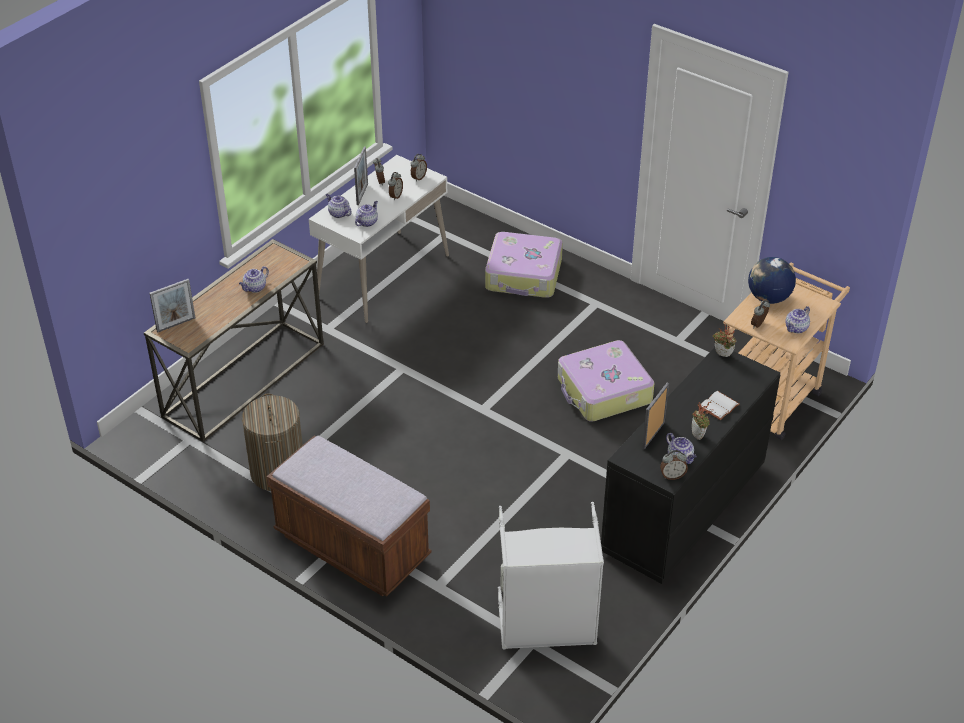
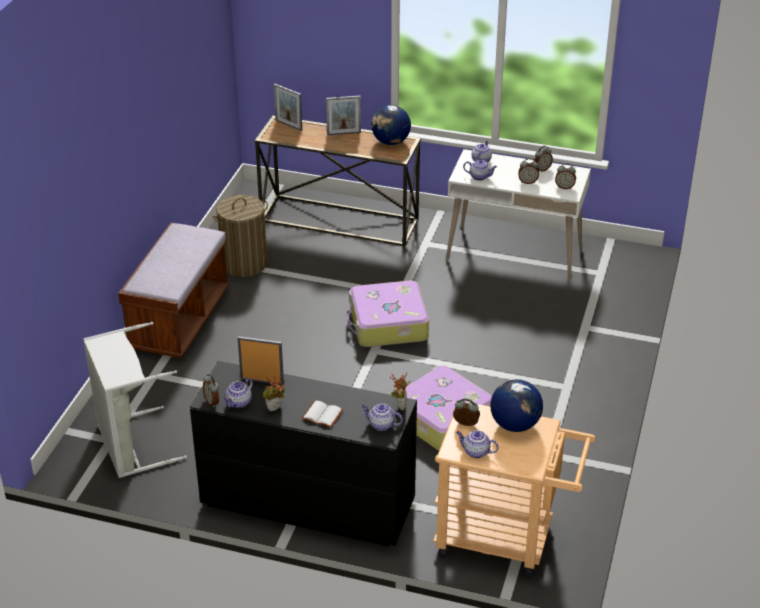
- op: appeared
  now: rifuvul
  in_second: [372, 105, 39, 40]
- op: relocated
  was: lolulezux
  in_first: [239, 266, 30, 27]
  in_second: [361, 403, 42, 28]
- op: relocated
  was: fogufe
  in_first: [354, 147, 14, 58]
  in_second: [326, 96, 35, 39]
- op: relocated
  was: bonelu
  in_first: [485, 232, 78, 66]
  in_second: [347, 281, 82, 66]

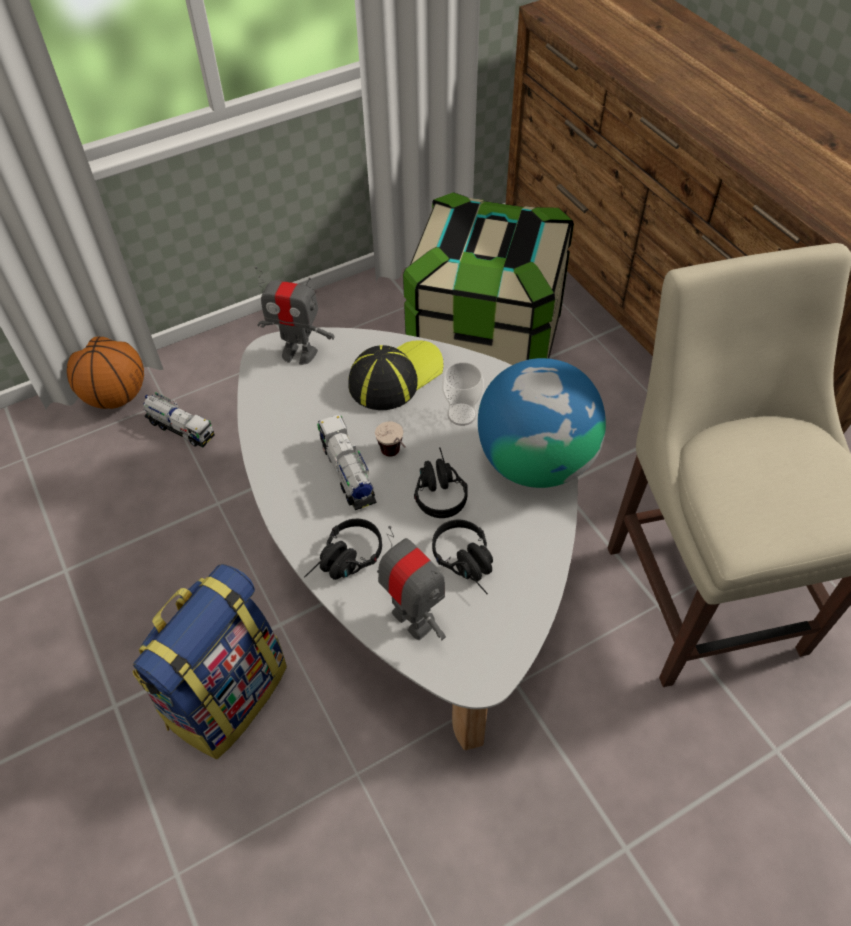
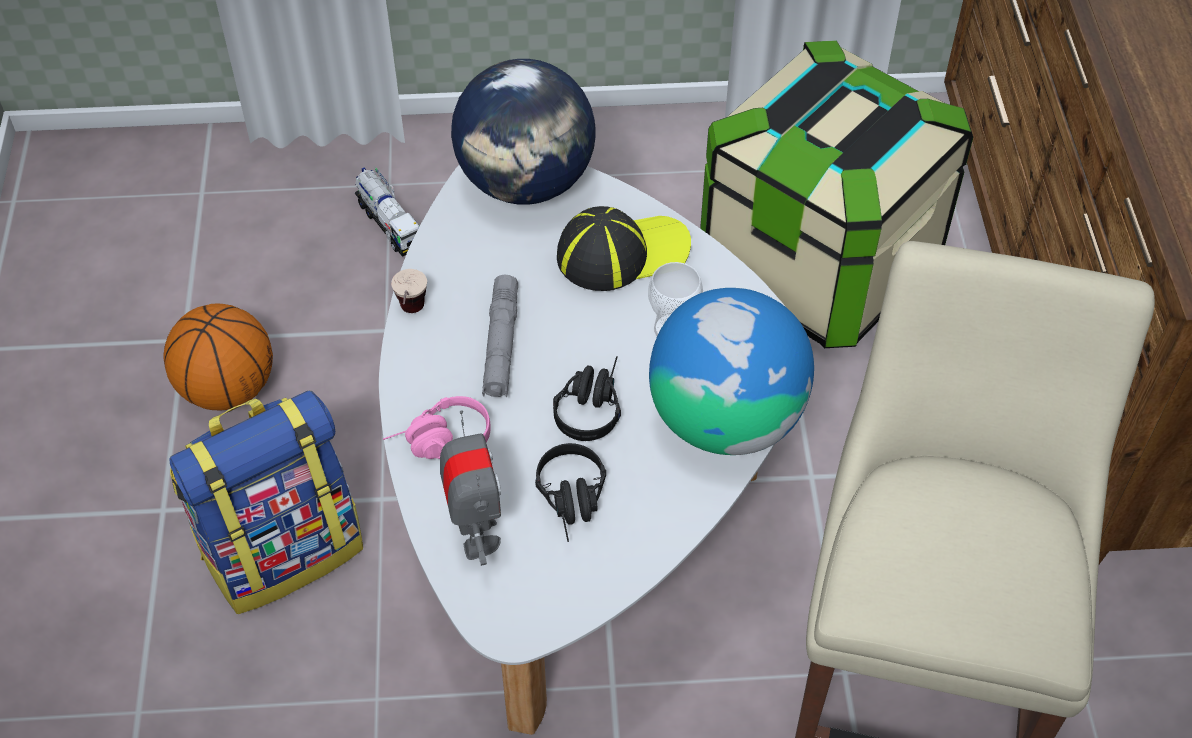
- op: relocated
  was: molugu
  in_first: [67, 337, 77, 72]
  in_second: [164, 303, 109, 107]
- op: relocated
  was: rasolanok
  in_first: [375, 421, 31, 36]
  in_second: [391, 269, 36, 44]
- op: exchanged
  was: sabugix
  now: rifuvul
  in_first: [255, 266, 80, 99]
  in_second: [451, 59, 145, 146]
- op: exchanged
  was: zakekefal
  now: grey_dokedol
  in_first: [317, 415, 60, 95]
  in_second: [482, 275, 36, 122]
- op: colour
  was: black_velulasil
  now: pink_velulasil
  in_first: [304, 519, 78, 61]
  in_second: [383, 396, 108, 63]

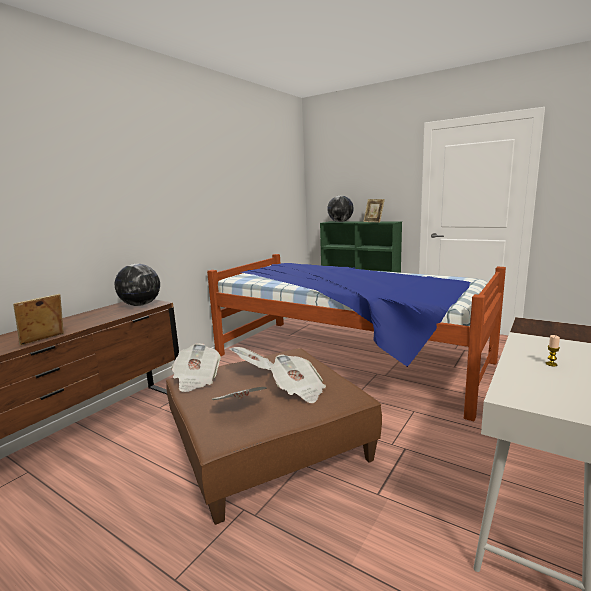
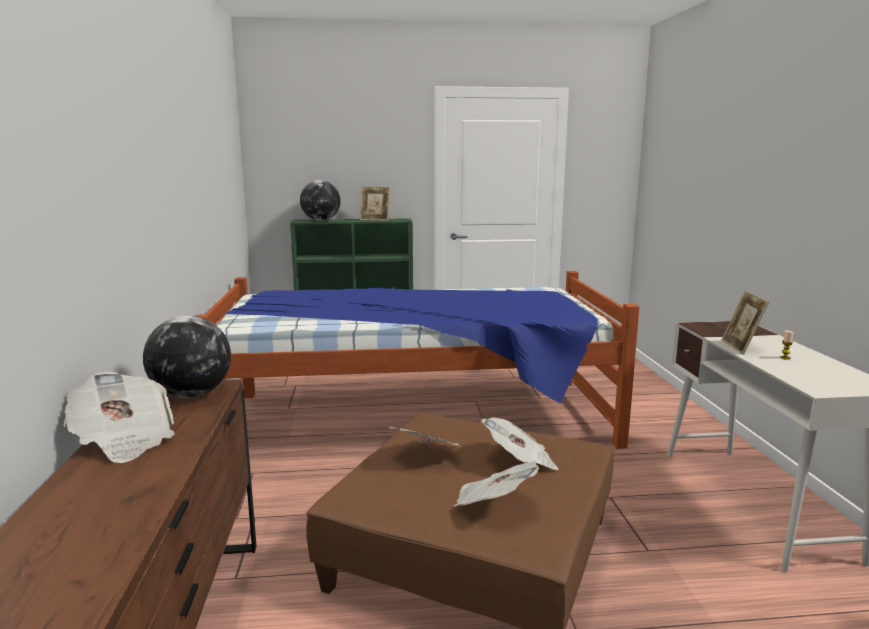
- op: relocated
  was: fogufe
  in_first: [13, 294, 51, 51]
  in_second: [722, 290, 47, 65]
- op: relocated
  was: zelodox
  in_first: [171, 343, 50, 49]
  in_second: [64, 371, 111, 92]

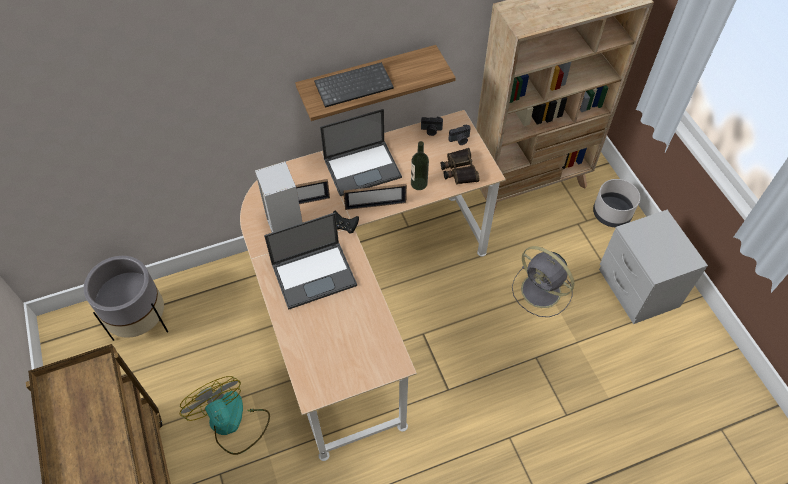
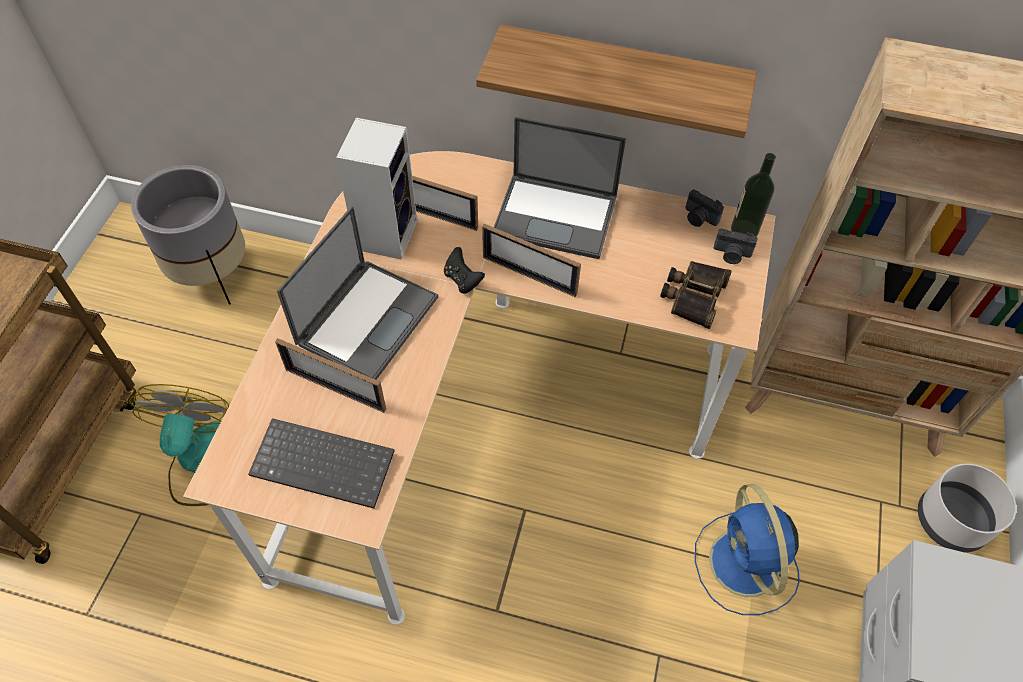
- op: appeared
  now: fogufe
  in_second: [275, 338, 111, 75]
- op: relocated
  was: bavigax
  in_first: [314, 62, 80, 46]
  in_second: [248, 418, 147, 90]
- op: relocated
  was: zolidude
  in_first: [411, 141, 18, 49]
  in_second: [731, 153, 45, 84]
- op: colour
  was: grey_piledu
  now: blue_piledu
  in_first: [512, 246, 62, 71]
  in_second: [695, 484, 105, 131]
- op: spun
  was: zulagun
  in_first: [264, 212, 93, 98]
  in_second: [277, 206, 161, 174]
  clockwise: -75

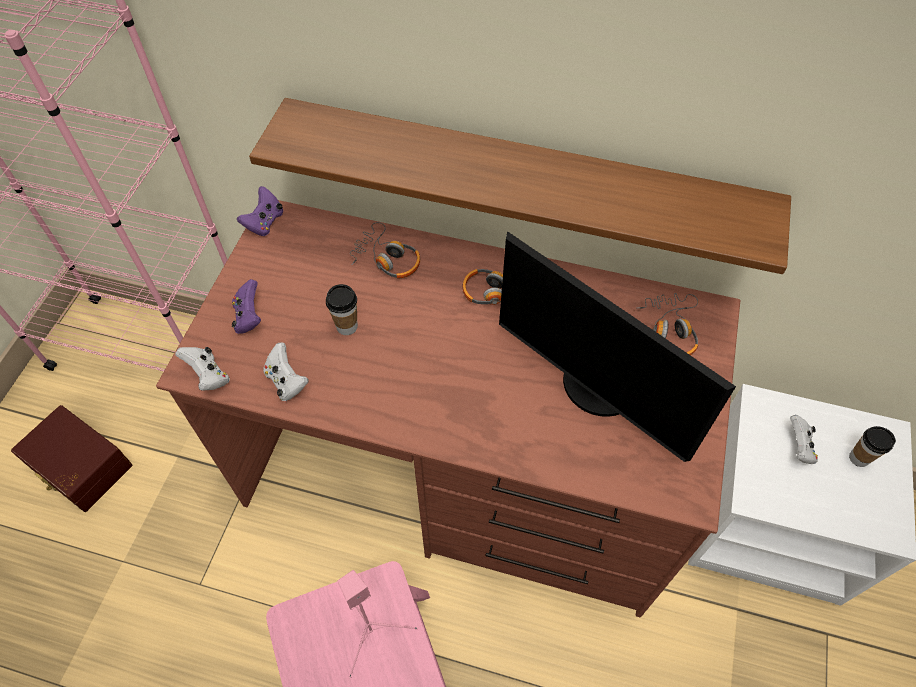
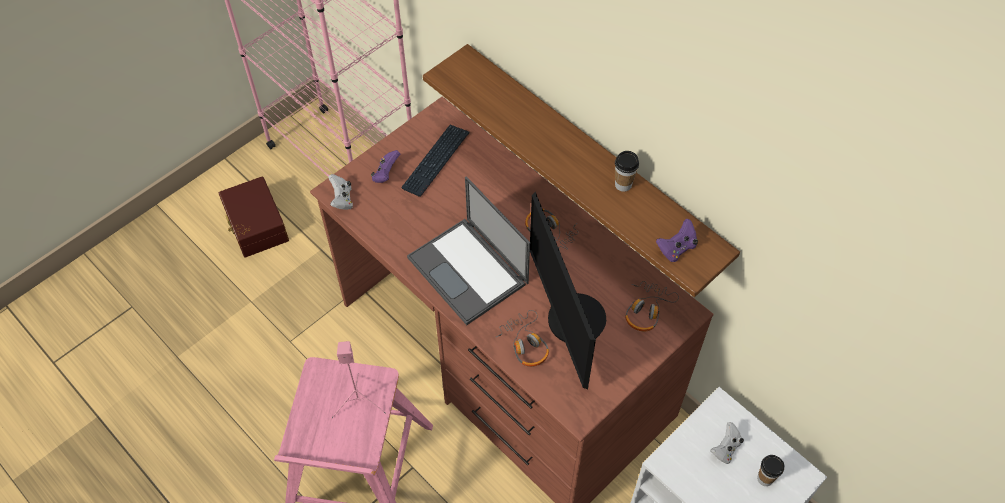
- op: missing
  was: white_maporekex
  in_first: [263, 342, 46, 59]
- op: appeared
  now: bavigax
  in_second: [401, 124, 69, 73]
- op: appeared
  now: zulagun
  in_second: [407, 176, 123, 149]
- op: relocated
  was: purple_maporekex
  in_first: [237, 186, 46, 50]
  in_second: [656, 219, 42, 43]
- op: relocated
  was: rasolanok
  in_first: [326, 284, 32, 51]
  in_second: [615, 151, 24, 41]
- op: relocated
  was: velulasil
  in_first: [350, 222, 70, 57]
  in_second: [496, 310, 53, 57]

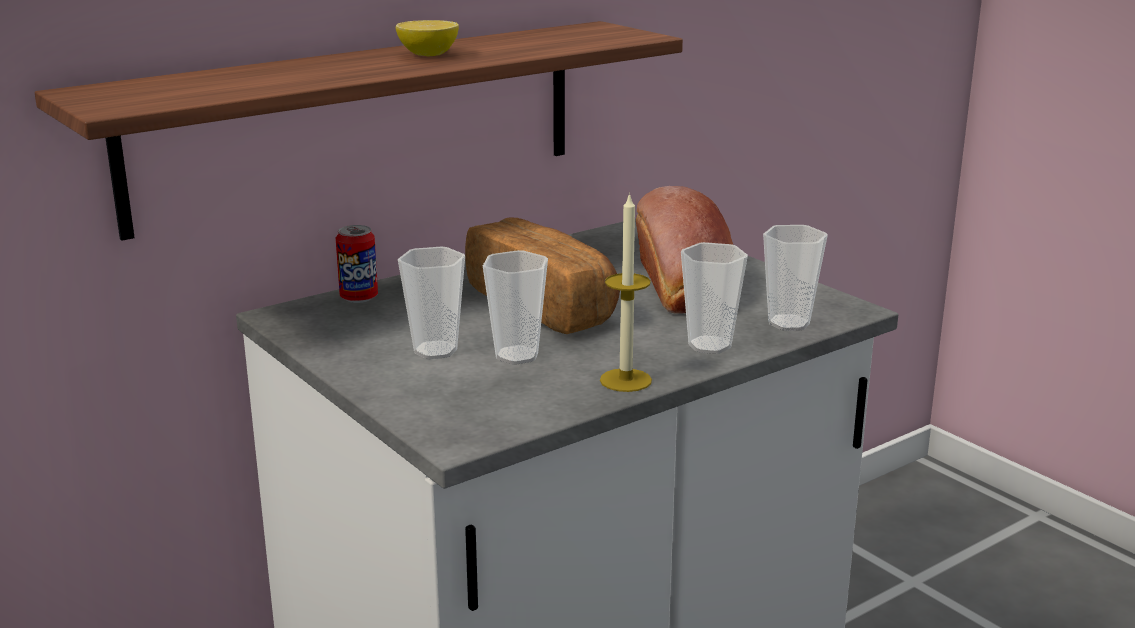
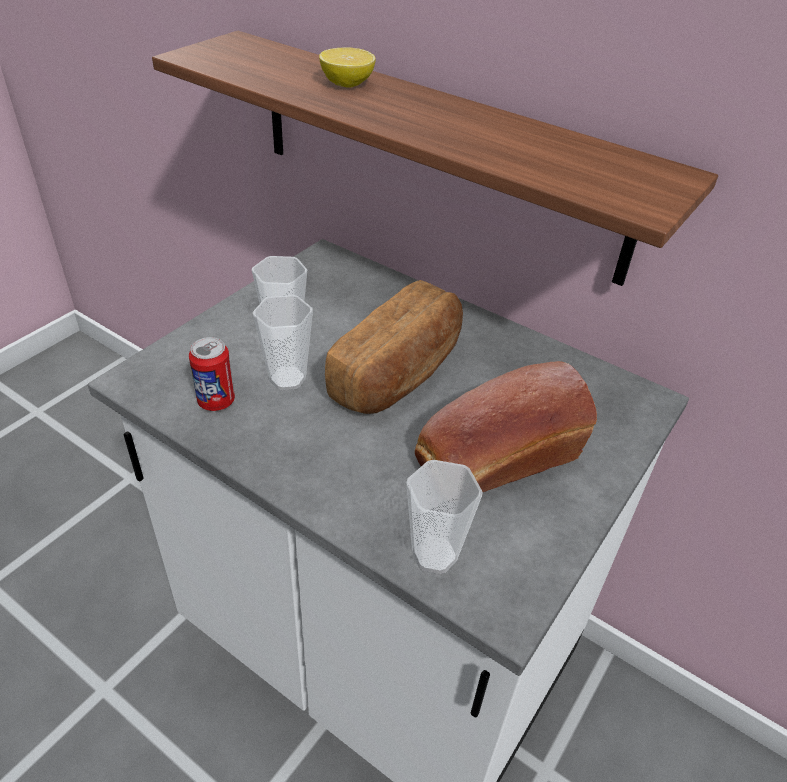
- op: missing
  was: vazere
  in_first: [600, 192, 52, 200]
- op: missing
  was: rasolanok
  in_first: [681, 242, 67, 112]
- op: relocated
  was: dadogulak
  in_first: [336, 225, 42, 78]
  in_second: [189, 337, 46, 74]
- op: relocated
  was: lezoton
  in_first: [396, 20, 63, 37]
  in_second: [319, 48, 57, 40]

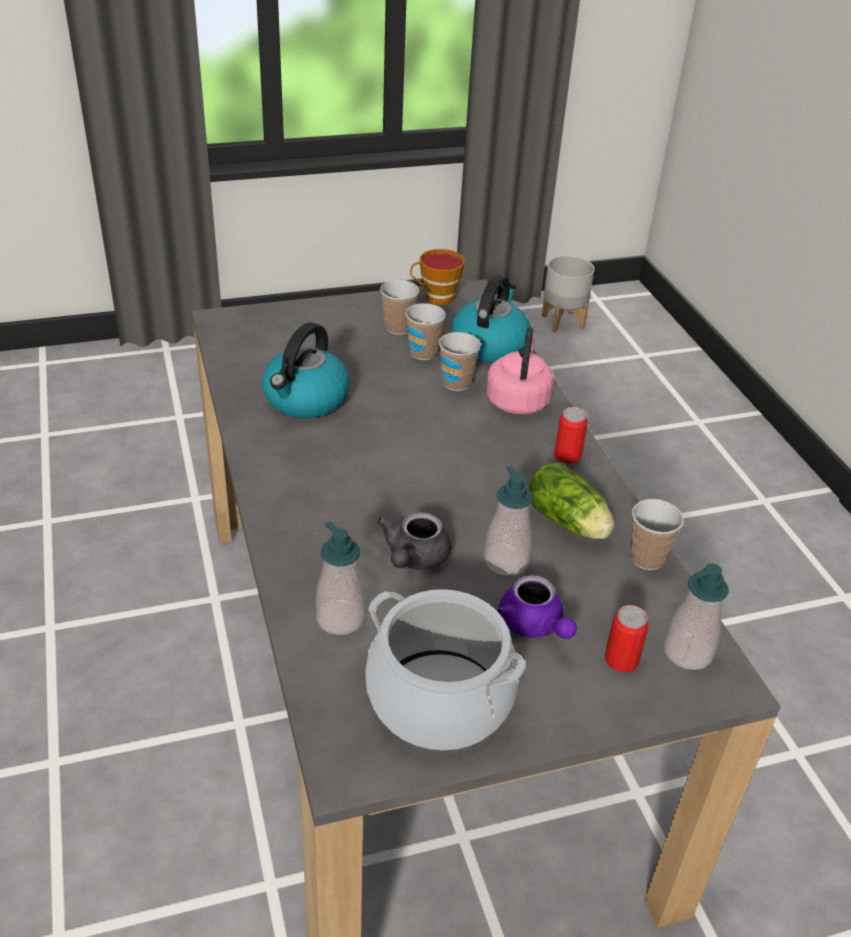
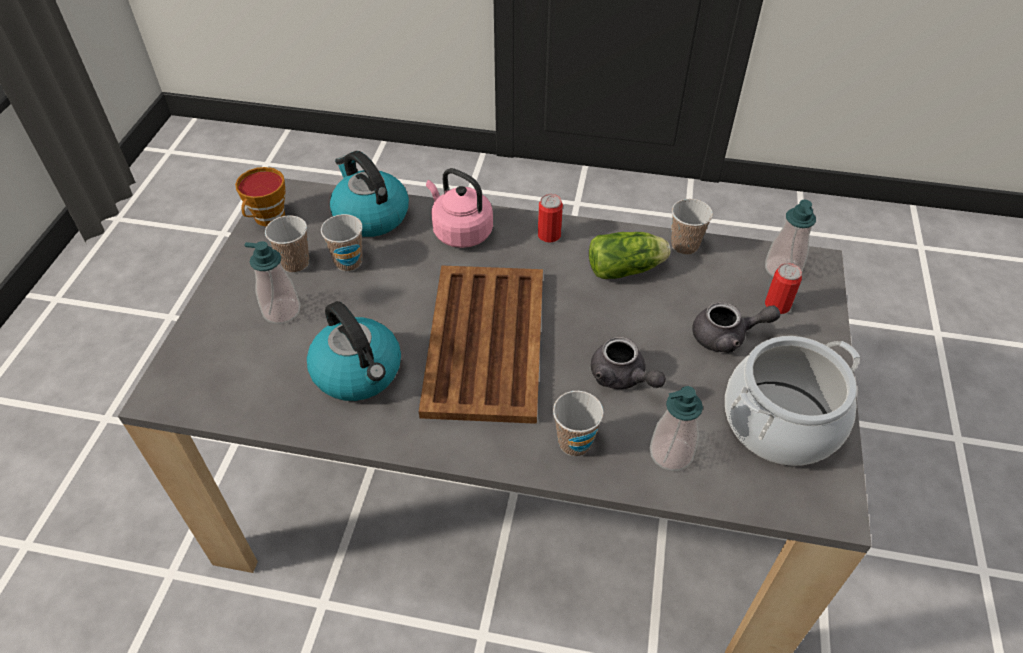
- op: missing
  was: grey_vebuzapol
  in_first: [542, 255, 52, 77]
- op: appeared
  now: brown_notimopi
  in_second: [419, 265, 124, 159]
- op: relocated
  was: rasolanok
  in_first: [439, 332, 42, 59]
  in_second: [553, 391, 51, 65]
- op: relocated
  was: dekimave
  in_first: [484, 466, 49, 110]
  in_second: [244, 241, 57, 83]
- op: colour
  was: purple_lolulezux
  now: grey_lolulezux
  in_first: [497, 575, 80, 64]
  in_second: [692, 302, 88, 51]

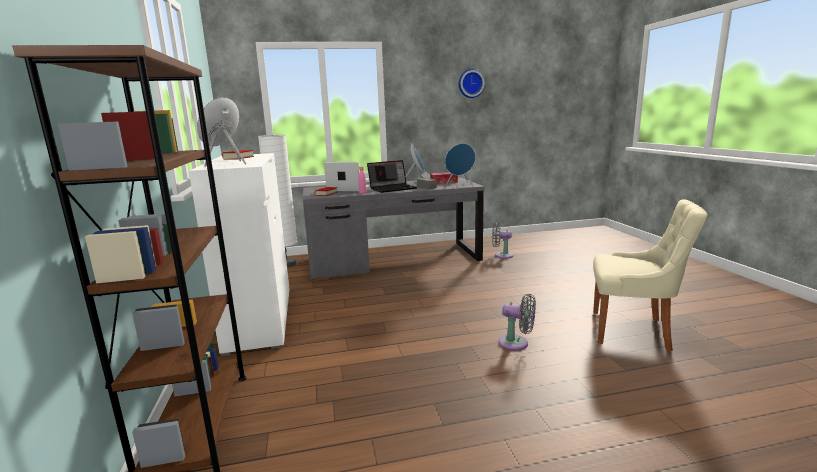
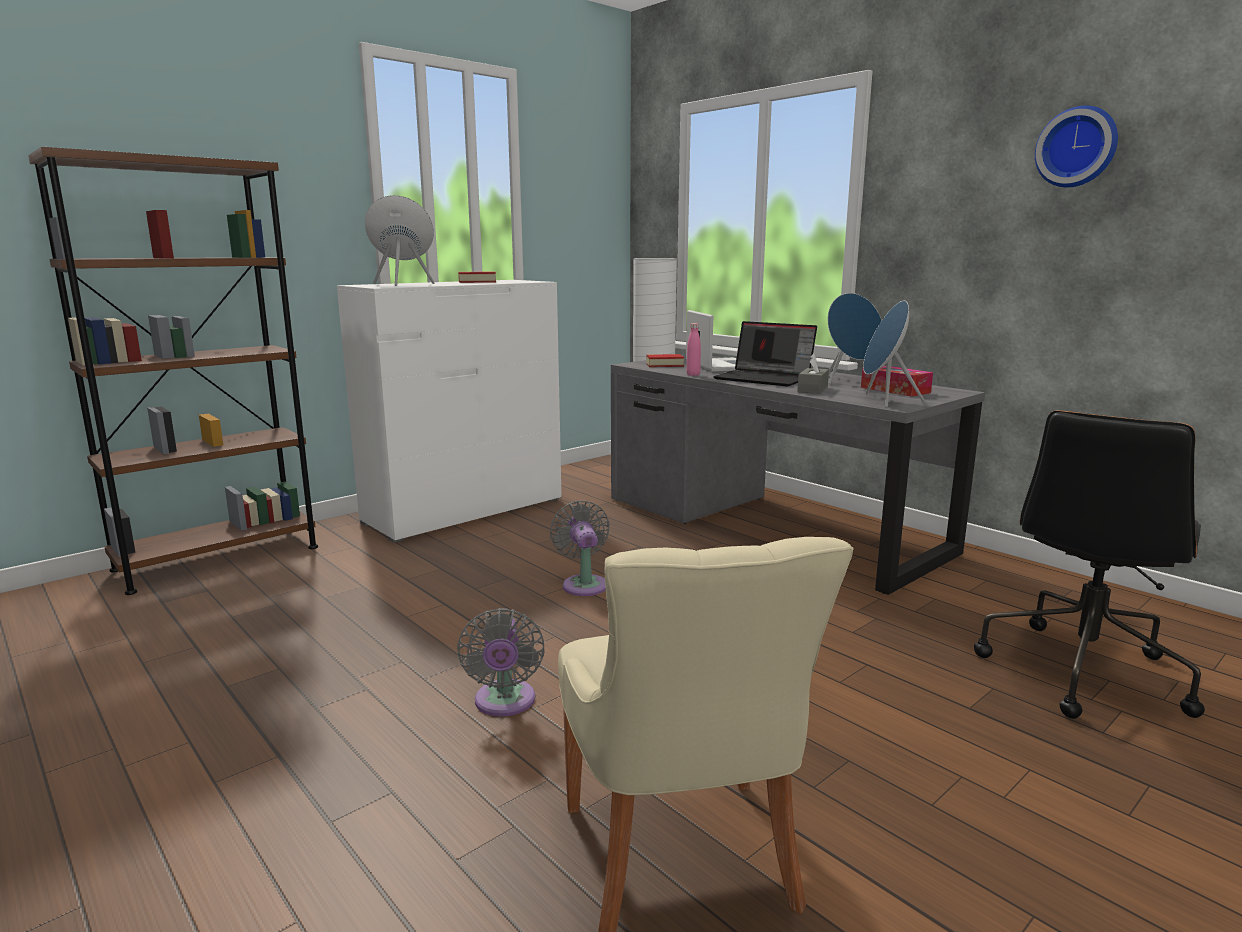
- op: appeared
  now: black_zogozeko
  in_second: [974, 410, 231, 309]
- op: relocated
  was: grey_piledu
  in_first: [492, 223, 21, 36]
  in_second: [550, 501, 60, 95]

